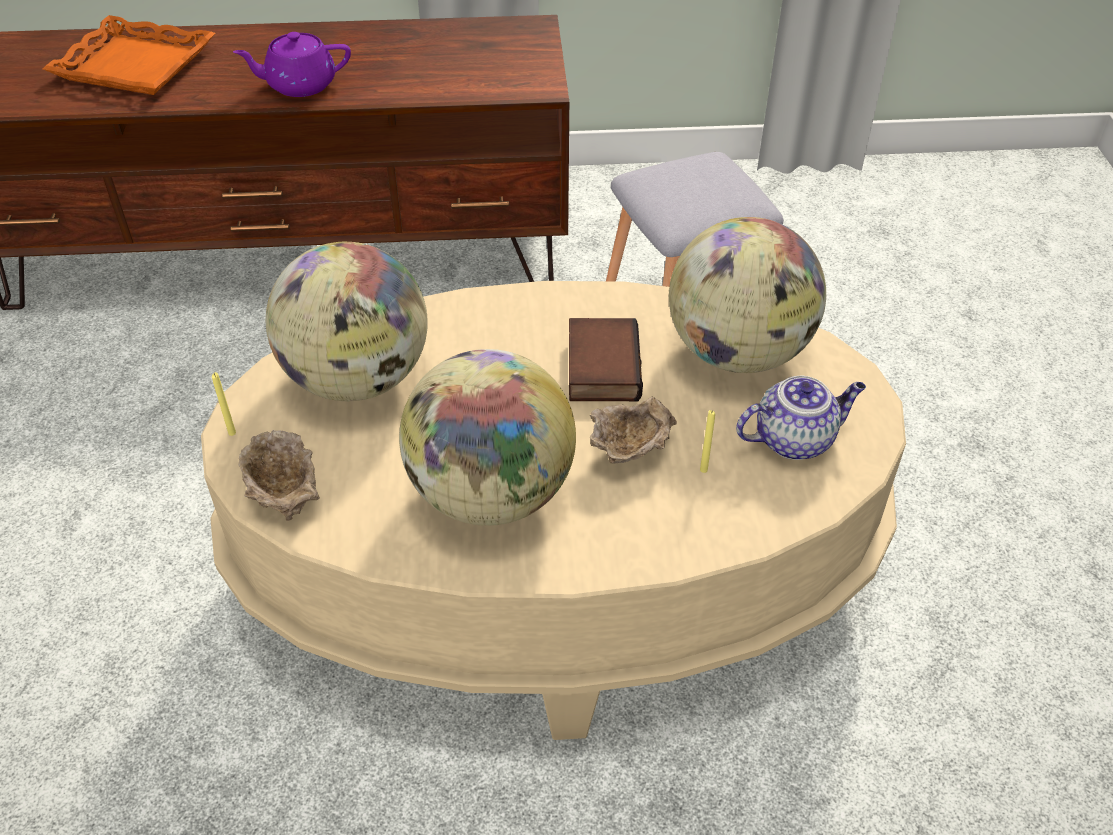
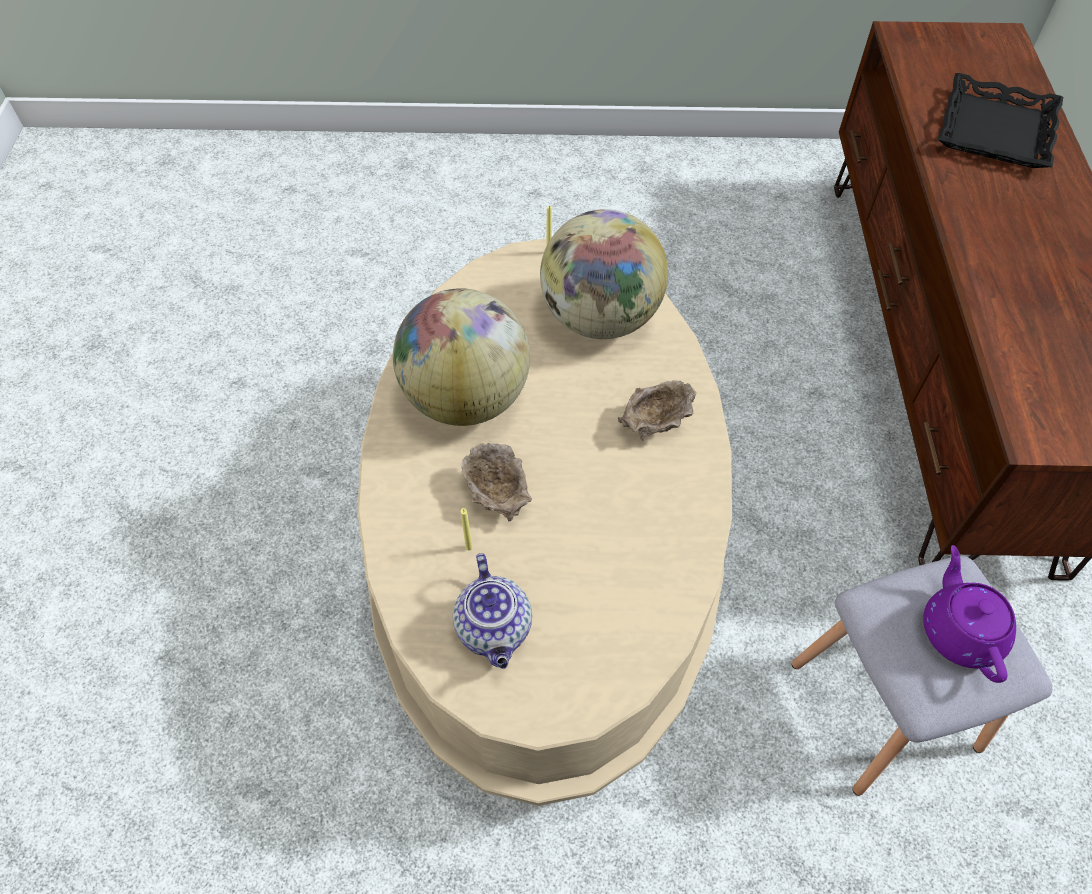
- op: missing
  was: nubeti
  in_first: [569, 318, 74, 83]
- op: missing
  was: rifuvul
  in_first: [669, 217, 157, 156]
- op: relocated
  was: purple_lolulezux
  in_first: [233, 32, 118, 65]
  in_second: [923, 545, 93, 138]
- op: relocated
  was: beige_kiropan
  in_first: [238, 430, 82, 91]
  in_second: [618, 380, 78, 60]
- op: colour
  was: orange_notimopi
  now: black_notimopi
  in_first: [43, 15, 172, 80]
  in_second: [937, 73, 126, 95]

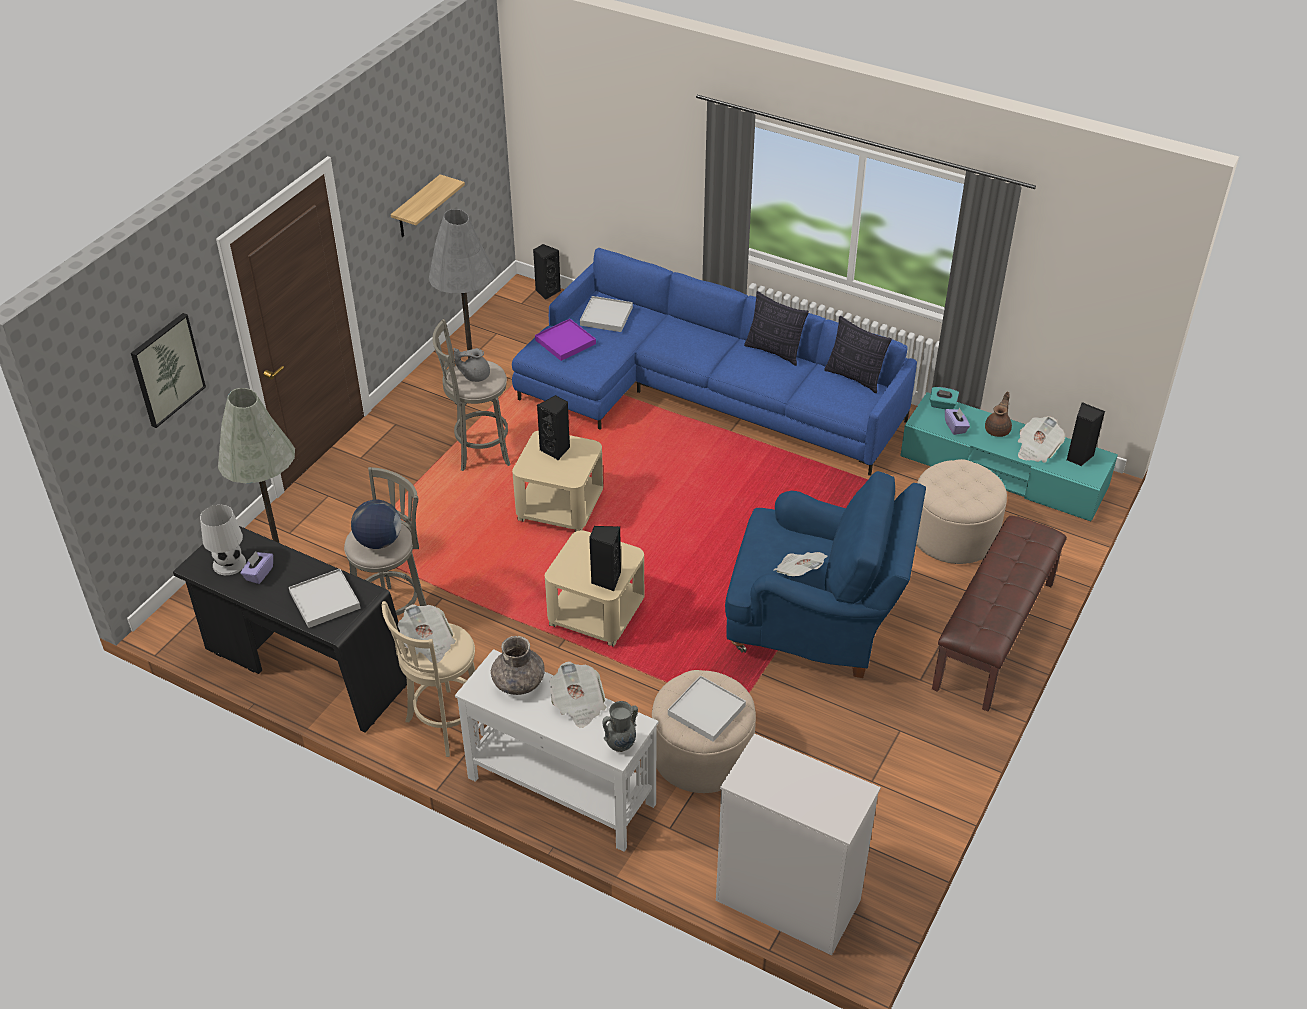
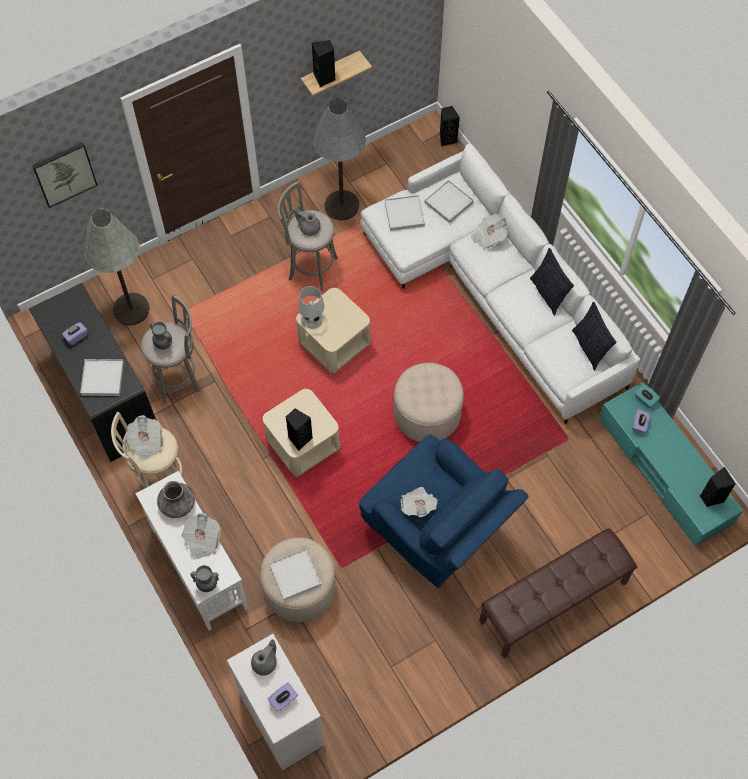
- op: missing
  was: brown_lolulezux
  in_first: [985, 392, 27, 45]
- op: appeared
  now: grey_lolulezux
  in_second: [251, 639, 26, 37]
- op: appeared
  now: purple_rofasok
  in_second: [268, 682, 30, 30]
- op: relocated
  was: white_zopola
  in_first: [200, 504, 46, 71]
  in_second: [298, 286, 26, 42]
- op: relocated
  was: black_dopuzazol
  in_first: [537, 395, 33, 65]
  in_second: [312, 40, 23, 47]
- op: relocated
  was: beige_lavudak
  in_first: [916, 459, 91, 105]
  in_second: [394, 363, 70, 79]
- op: relocated
  was: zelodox
  in_first: [1018, 416, 47, 47]
  in_second: [471, 214, 37, 36]
- op: exchanged
  was: rifuvul
  now: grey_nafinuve
  in_first: [351, 500, 50, 49]
  in_second: [150, 322, 22, 28]
- op: colour
  was: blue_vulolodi
  now: white_vulolodi
  in_first: [512, 248, 405, 228]
  in_second: [360, 143, 280, 281]
- op: colour
  was: purple_notimopi
  now: white_notimopi
  in_first: [535, 319, 61, 42]
  in_second: [385, 195, 40, 36]

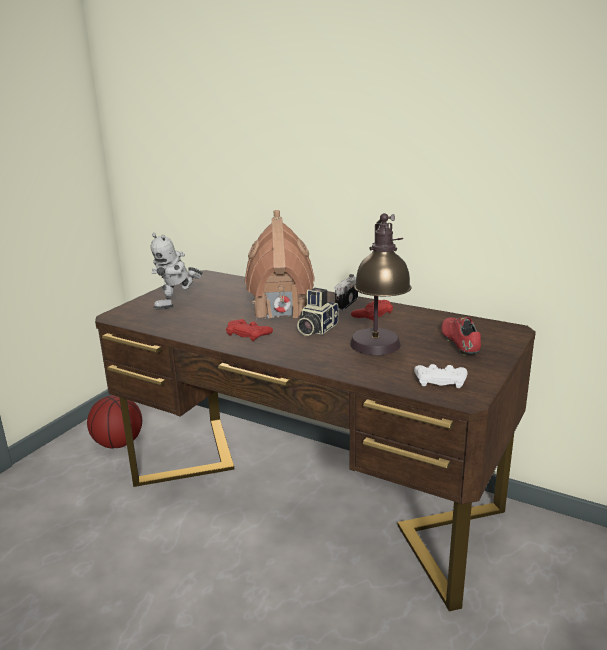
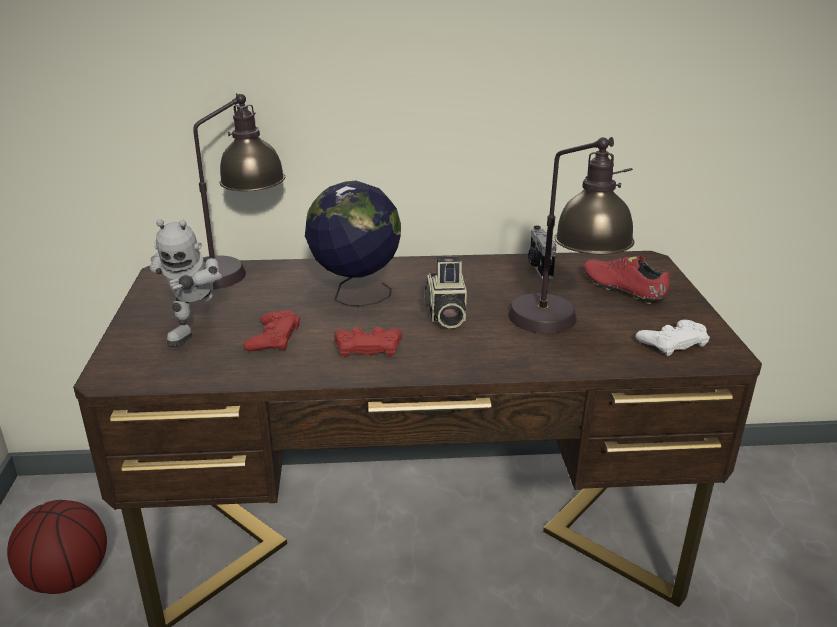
- op: appeared
  now: zopola
  in_second: [193, 93, 92, 196]
- op: relocated
  was: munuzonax
  in_first: [335, 274, 23, 37]
  in_second: [528, 225, 28, 54]
- op: relocated
  was: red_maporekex
  in_first: [351, 300, 42, 22]
  in_second: [243, 310, 57, 41]
- op: exchanged
  was: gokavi
  now: rifuvul
  in_first: [245, 210, 70, 109]
  in_second: [305, 181, 96, 126]

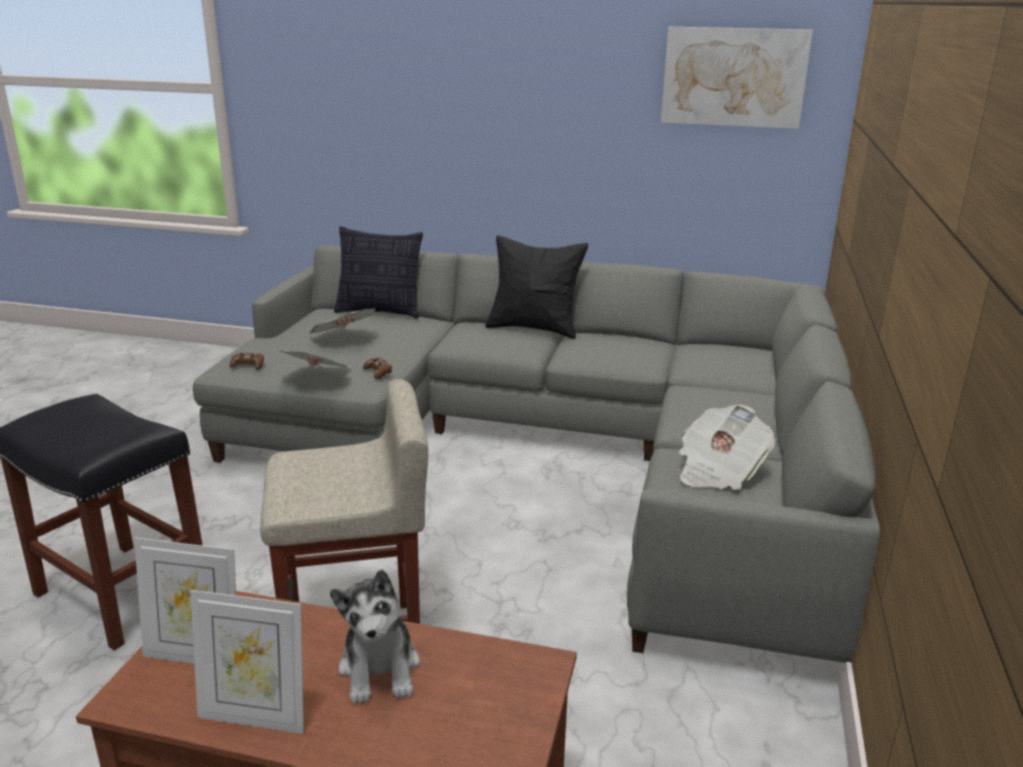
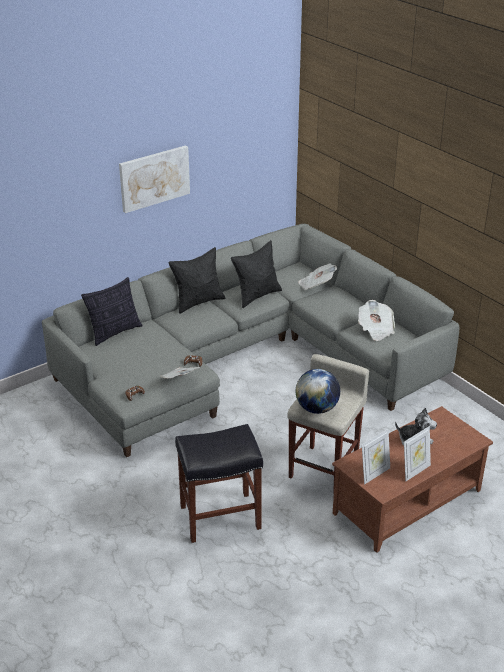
- op: appeared
  now: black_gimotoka
  in_second: [231, 240, 51, 68]
- op: appeared
  now: rifuvul
  in_second: [296, 369, 44, 45]
- op: relocated
  was: zelodox
  in_first: [308, 308, 67, 26]
  in_second: [298, 263, 39, 27]
- op: relocated
  was: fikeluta
  in_first: [661, 27, 152, 102]
  in_second: [119, 145, 71, 68]

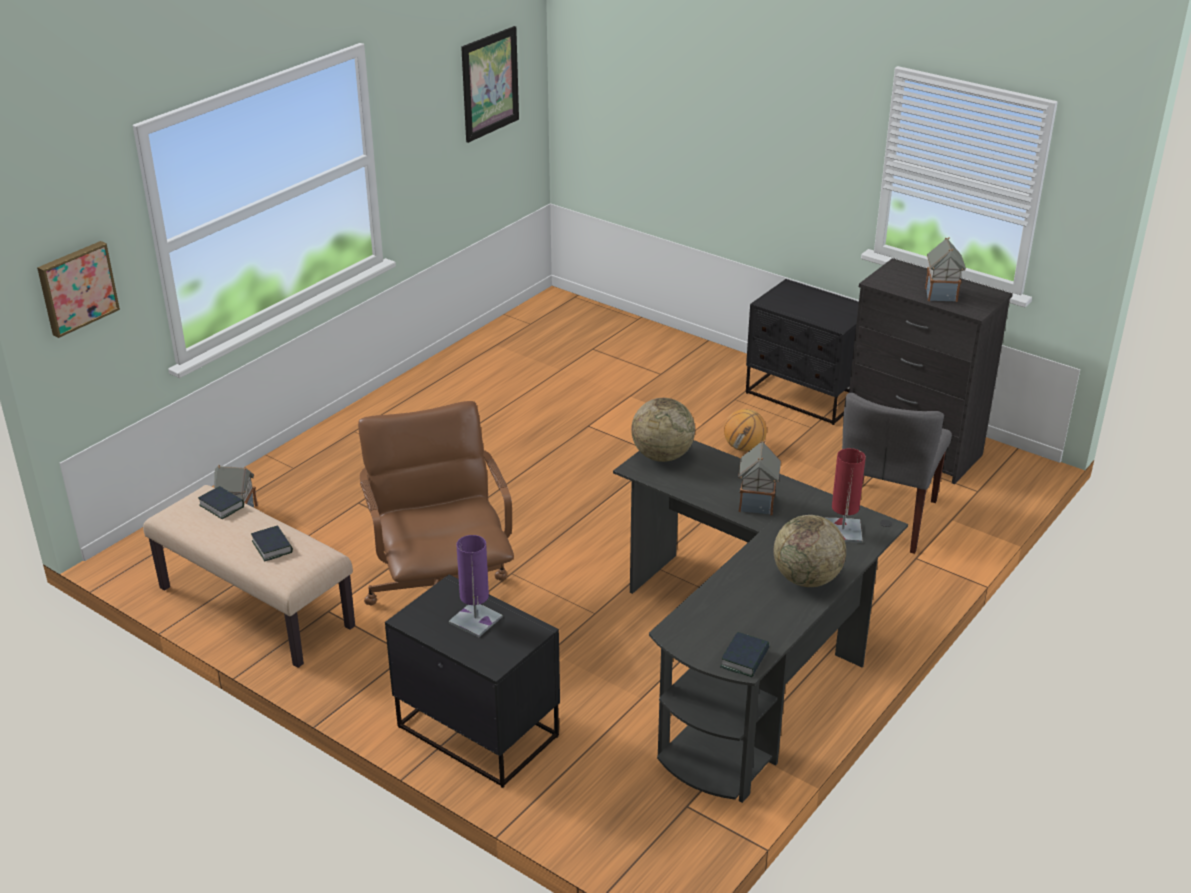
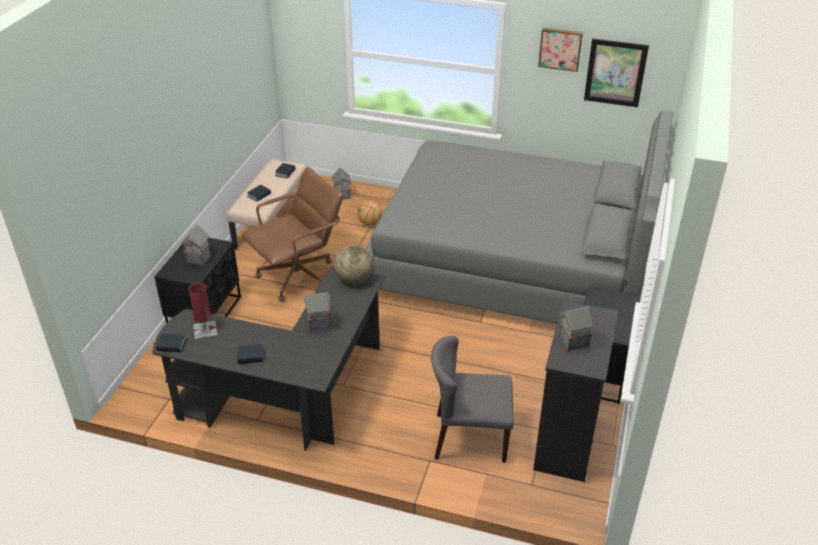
- op: appeared
  now: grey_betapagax
  in_second: [365, 110, 308, 214]
- op: relocated
  was: fikeluta
  in_first: [37, 241, 83, 97]
  in_second: [538, 28, 45, 44]
- op: relocated
  was: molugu
  in_first: [724, 409, 43, 42]
  in_second: [357, 201, 25, 25]
- op: relocated
  was: red_zopola
  in_first: [826, 448, 40, 95]
  in_second: [188, 283, 29, 57]
- op: exchanged
  was: purple_zopola
  now: gokavi
  in_first: [449, 535, 53, 102]
  in_second: [181, 225, 30, 41]
- op: exchanged
  was: rifuvul
  now: nubeti
  in_first: [774, 515, 72, 72]
  in_second: [237, 344, 26, 20]

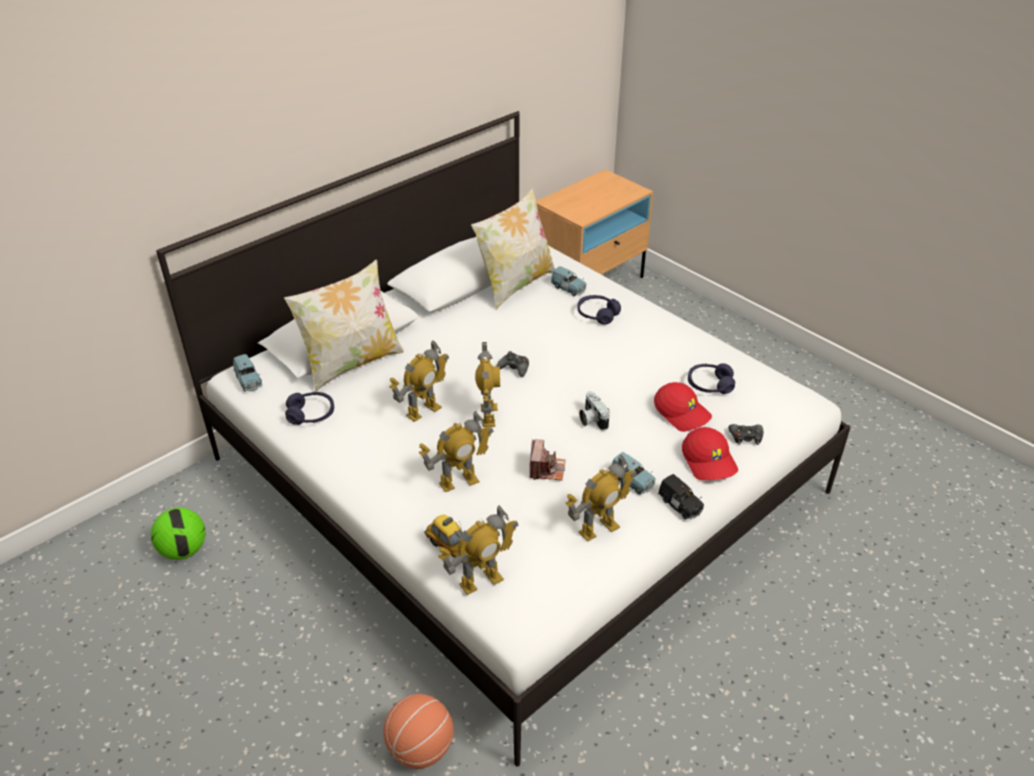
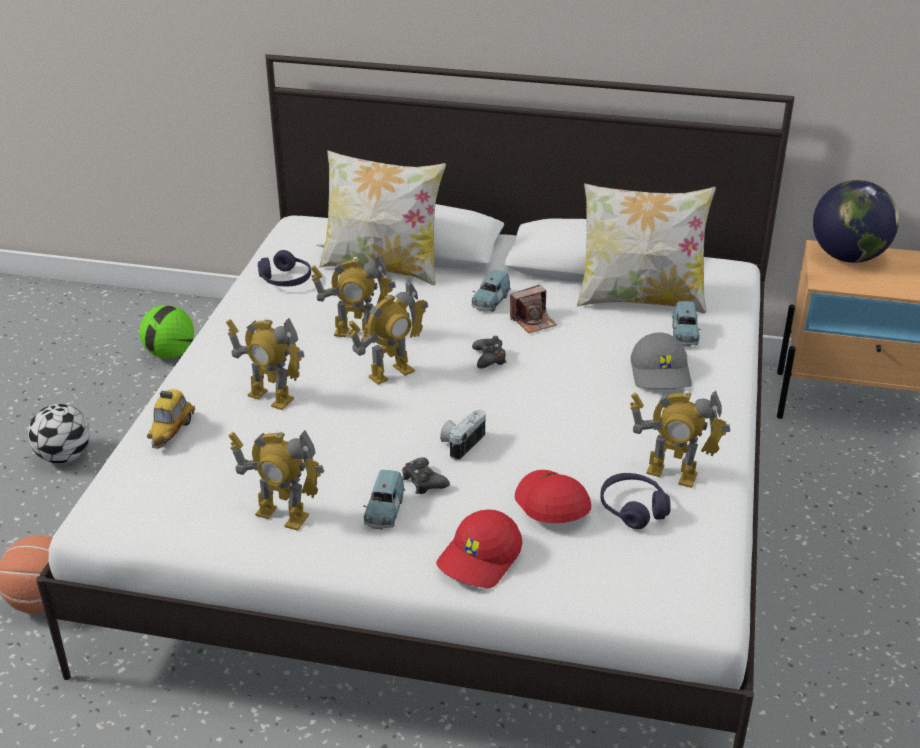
- op: missing
  was: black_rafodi
  in_first: [658, 474, 46, 45]
- op: appeared
  now: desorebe
  in_second: [28, 404, 62, 59]
- op: appeared
  now: rifuvul
  in_second: [813, 180, 86, 83]
- op: relocated
  was: blue_rafodi
  in_first: [233, 354, 29, 38]
  in_second: [471, 269, 40, 43]
- op: relocated
  was: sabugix
  in_first: [438, 506, 81, 89]
  in_second: [630, 390, 100, 98]
- op: relocated
  was: munuzonax
  in_first: [530, 439, 36, 42]
  in_second: [510, 285, 47, 48]
- op: relocated
  was: black_maporekex
  in_first: [728, 424, 35, 21]
  in_second: [402, 457, 48, 37]
- op: exchanged
  was: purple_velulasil
  now: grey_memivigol
  in_first: [577, 295, 44, 29]
  in_second: [631, 332, 61, 57]
- op: spun
  was: red_memivigol
  in_first: [654, 382, 58, 50]
  in_second: [515, 470, 76, 53]
  clockwise: 150

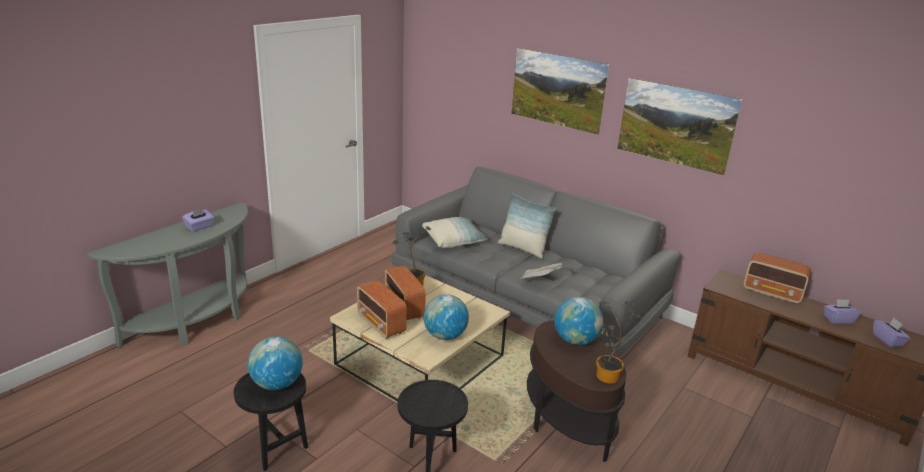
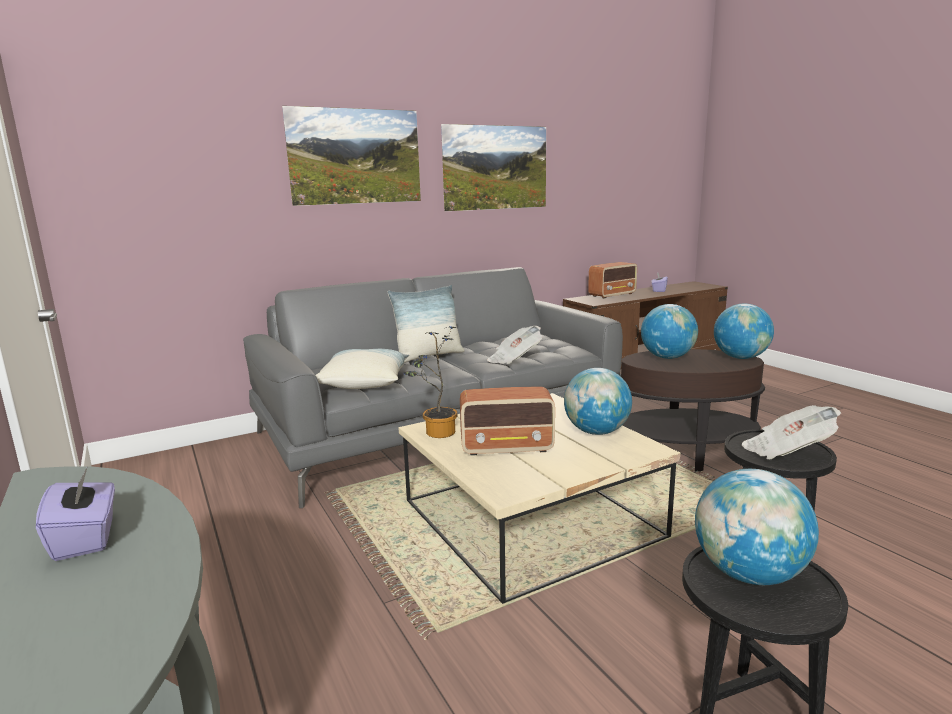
- op: missing
  was: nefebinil
  in_first: [357, 280, 50, 59]
- op: missing
  was: purple_rofasok
  in_first: [873, 318, 37, 29]
- op: appeared
  now: zelodox
  in_second: [741, 405, 100, 54]
- op: exchanged
  was: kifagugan
  now: rifuvul
  in_first: [596, 301, 45, 82]
  in_second: [714, 304, 60, 55]

